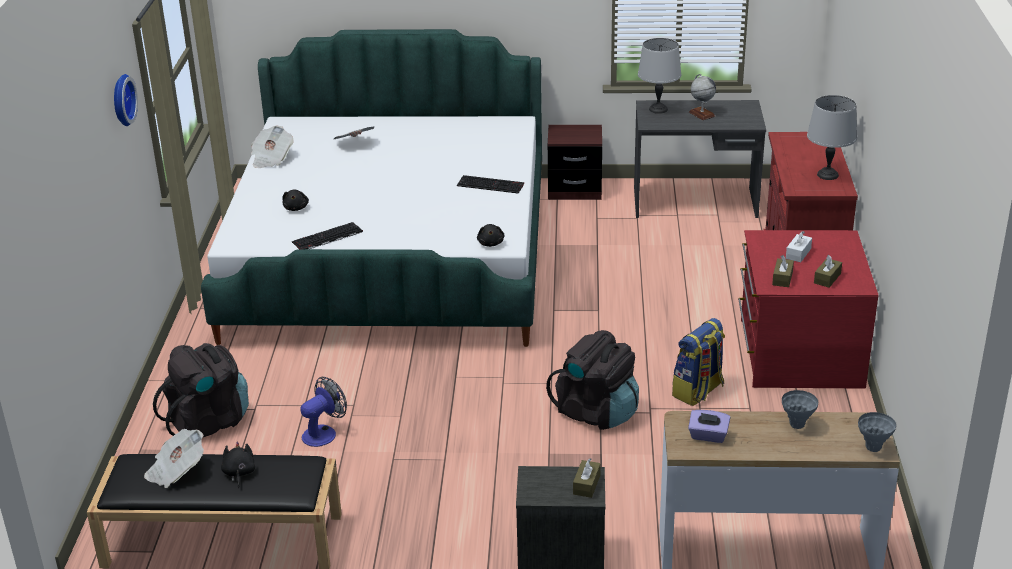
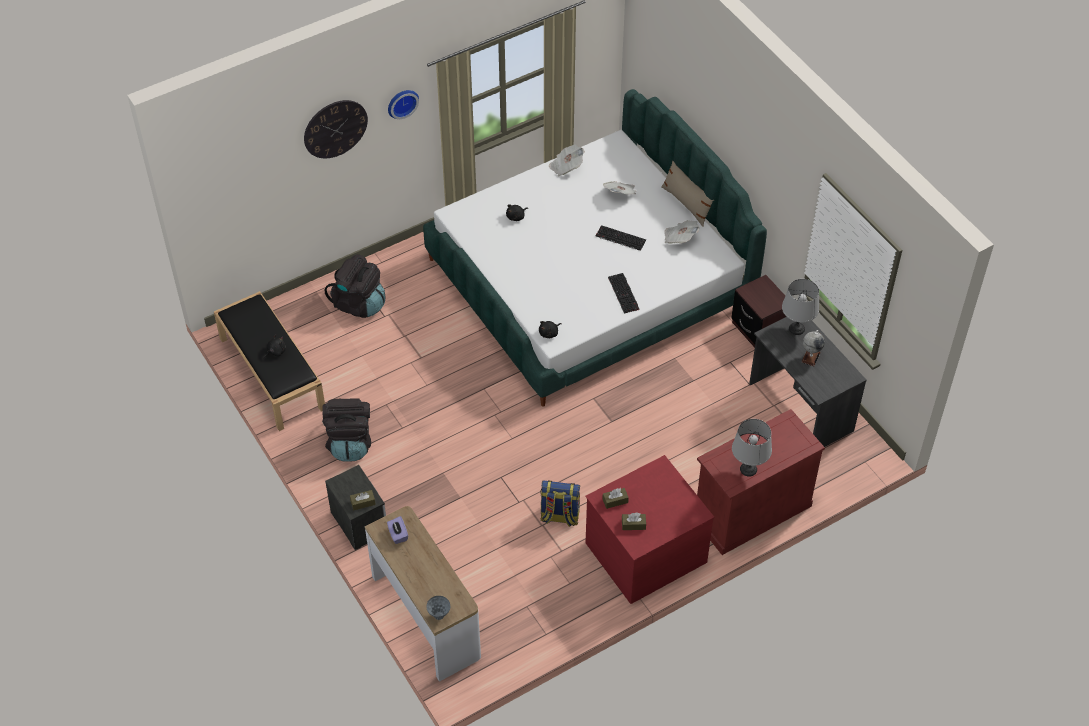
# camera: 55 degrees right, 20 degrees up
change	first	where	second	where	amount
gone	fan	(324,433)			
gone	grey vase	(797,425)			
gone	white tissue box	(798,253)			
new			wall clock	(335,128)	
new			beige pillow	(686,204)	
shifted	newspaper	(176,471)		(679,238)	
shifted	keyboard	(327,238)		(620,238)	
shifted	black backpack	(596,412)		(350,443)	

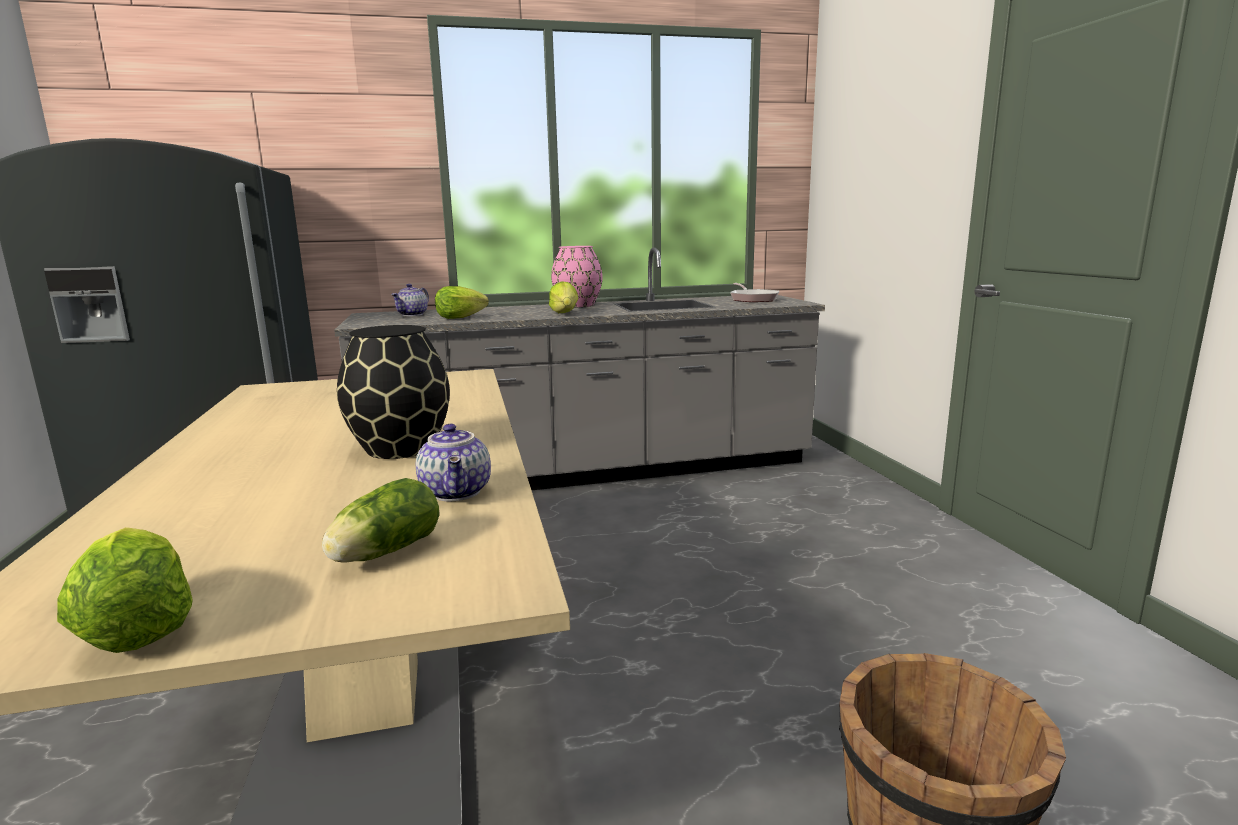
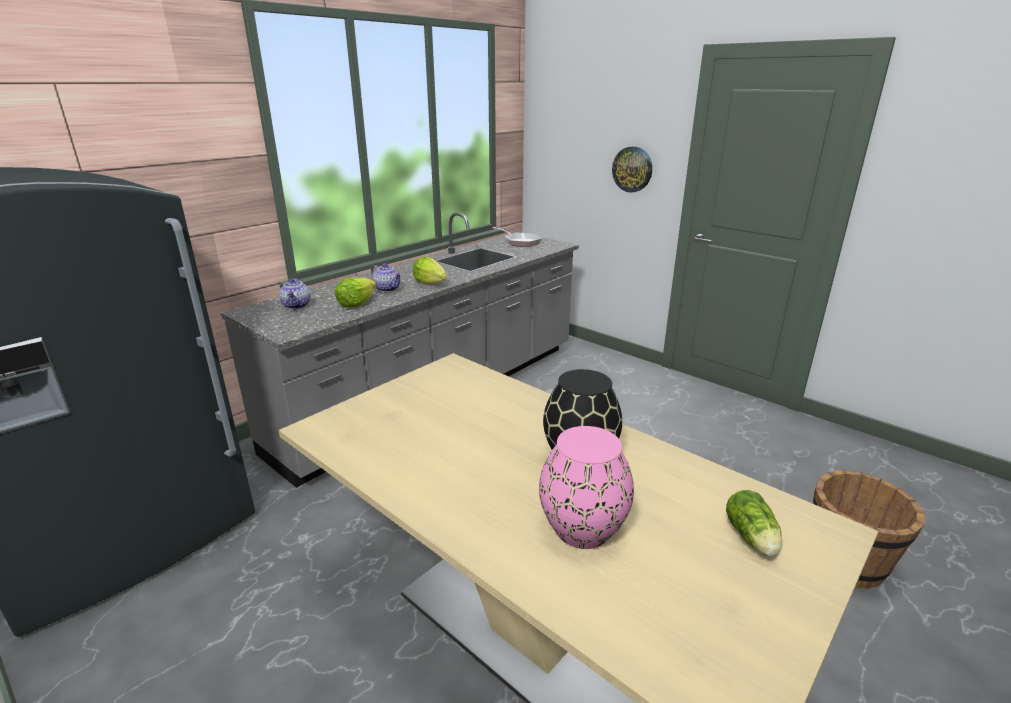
# camera: 35 degrees left, 10 degrees up
change	first	where	second	where	amount
gone	lettuce	(138,629)			
new			wall clock	(632,169)	
shifted	teapot	(458,492)		(388,289)	
shifted	pink vase	(578,305)		(583,528)	

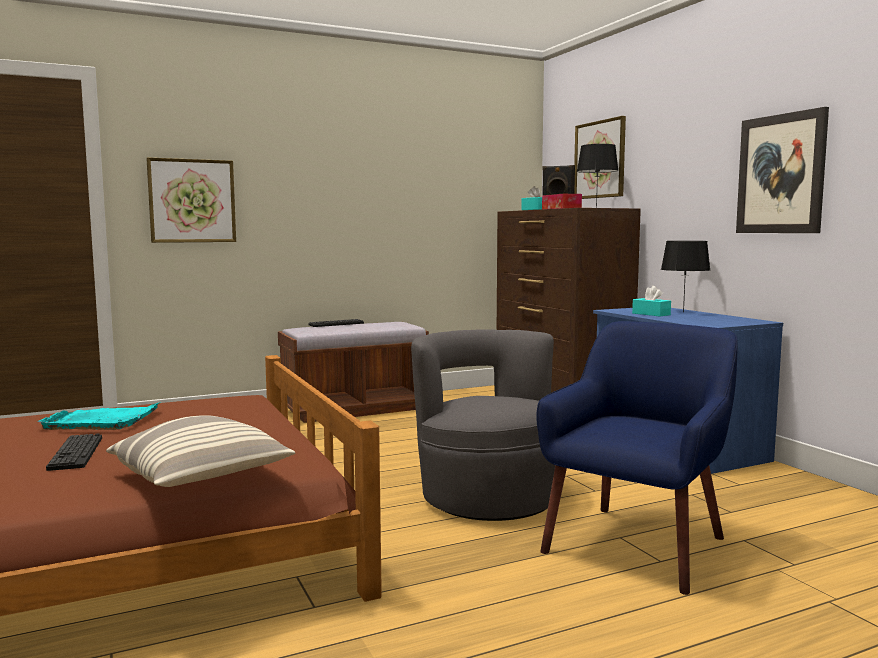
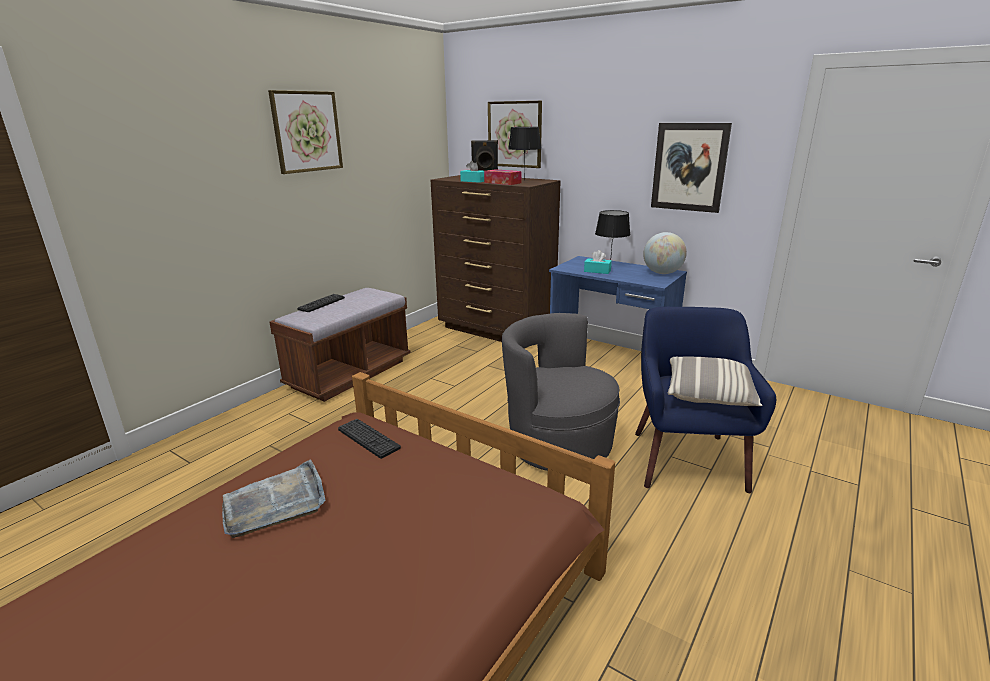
# camera: 30 degrees left, 15 degrees up
change	first	where	second	where	amount
new			globe	(662,273)	
shifted	keyboard	(76,453)		(368,438)	
shifted	pillow	(202,477)		(710,394)	
shifted	picture	(192,201)		(307,131)	
repainted	turquoise tray	(102,421)	grey tray	(275,502)	

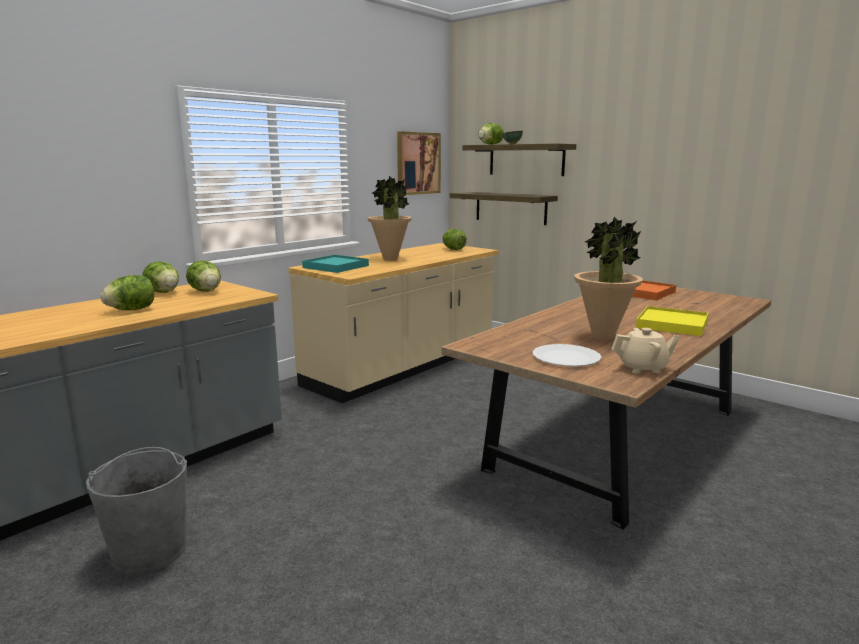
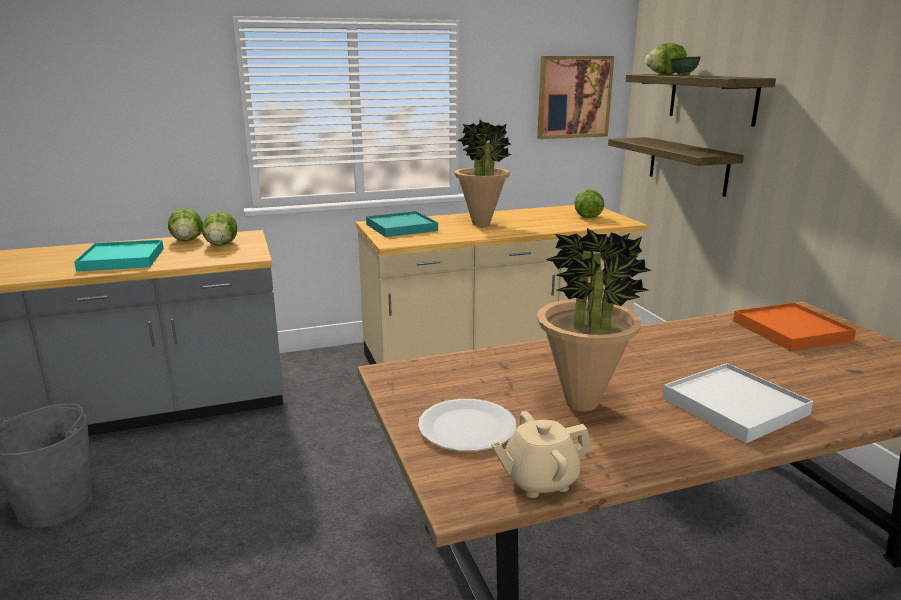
# camera: 30 degrees right, 5 degrees up
change	first	where	second	where	amount
swapped	lettuce	(131,310)	turquoise tray	(122,259)	
repainted	yellow tray	(672,324)	white tray	(734,406)	
rotated	beige teapot	(643,368)		(539,480)	135 degrees clockwise

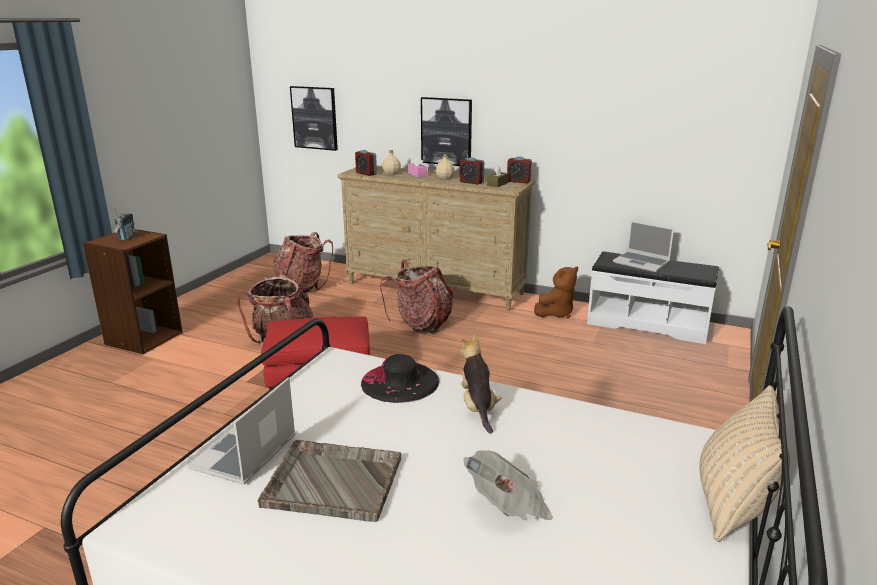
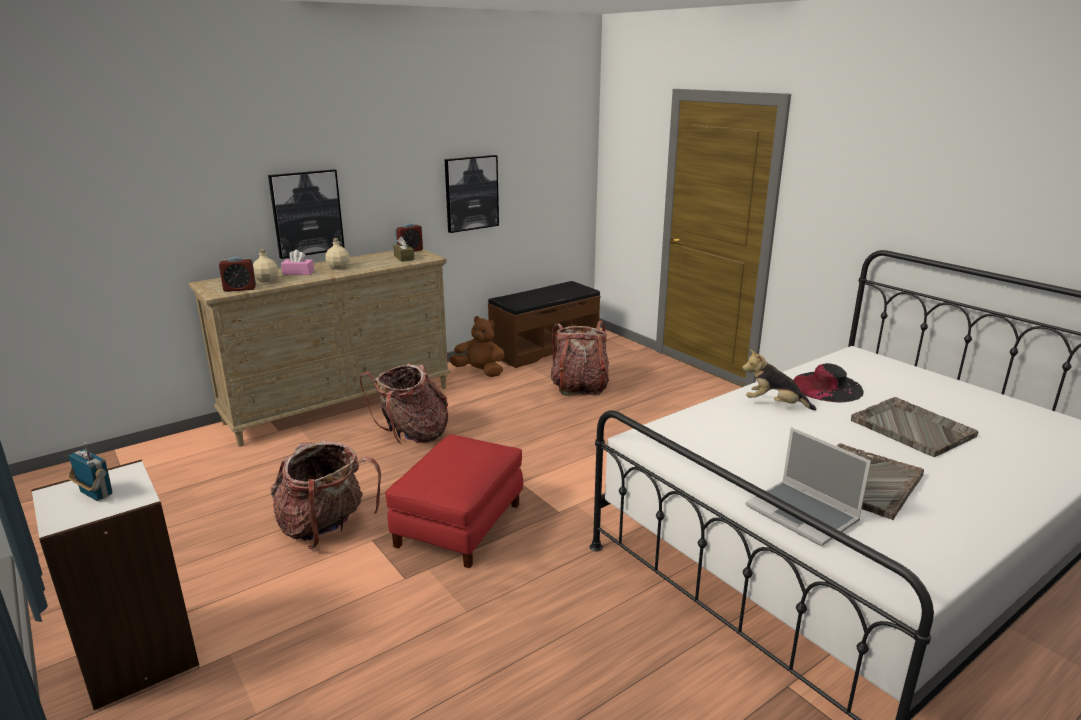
# camera: 60 degrees left, 0 degrees up
change	first	where	second	where	amount
gone	alarm clock	(471,182)			
gone	laptop	(642,263)			
gone	beige pillow	(732,505)			
shifted	backpack	(302,287)		(579,387)	
shifted	picture	(315,118)		(471,193)	
shifted	black hat	(400,382)		(827,387)	
swapped	newspaper	(508,506)	grey tray	(911,428)	
repainted	brown bookcase	(143,338)	white bookcase	(137,657)	
repainted	white bench	(647,323)	brown bench	(544,348)	
rotated	brown plush toy	(556,313)		(480,372)	60 degrees counterclockwise

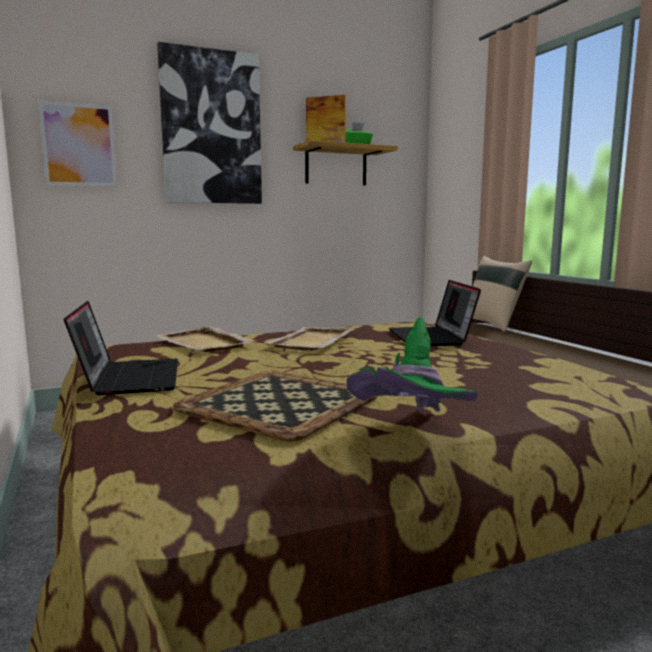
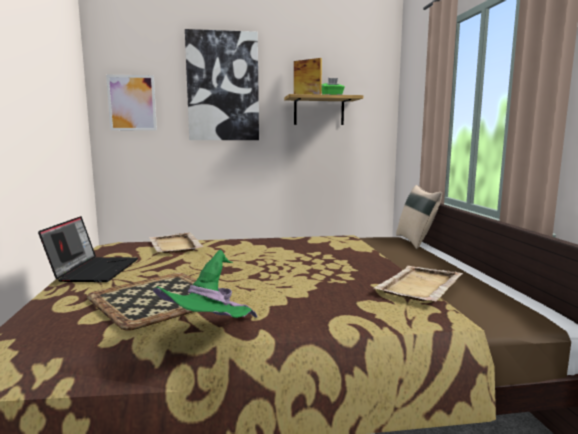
# camera: 15 degrees right, 0 degrees up
change	first	where	second	where	amount
gone	laptop	(432,338)			
shifted	beige tray	(311,341)		(419,286)	

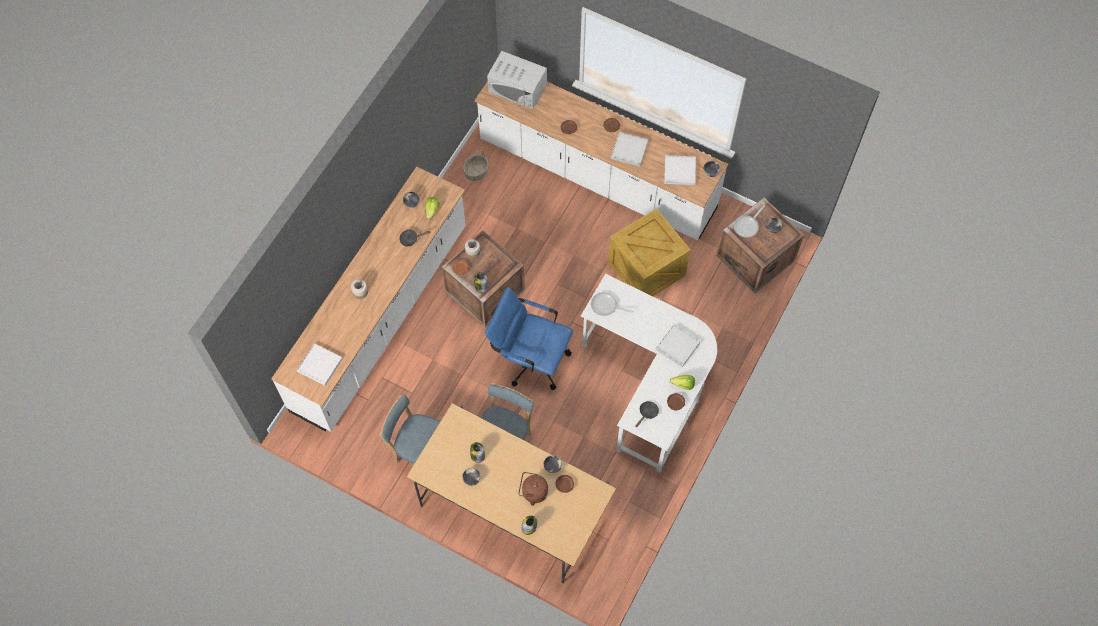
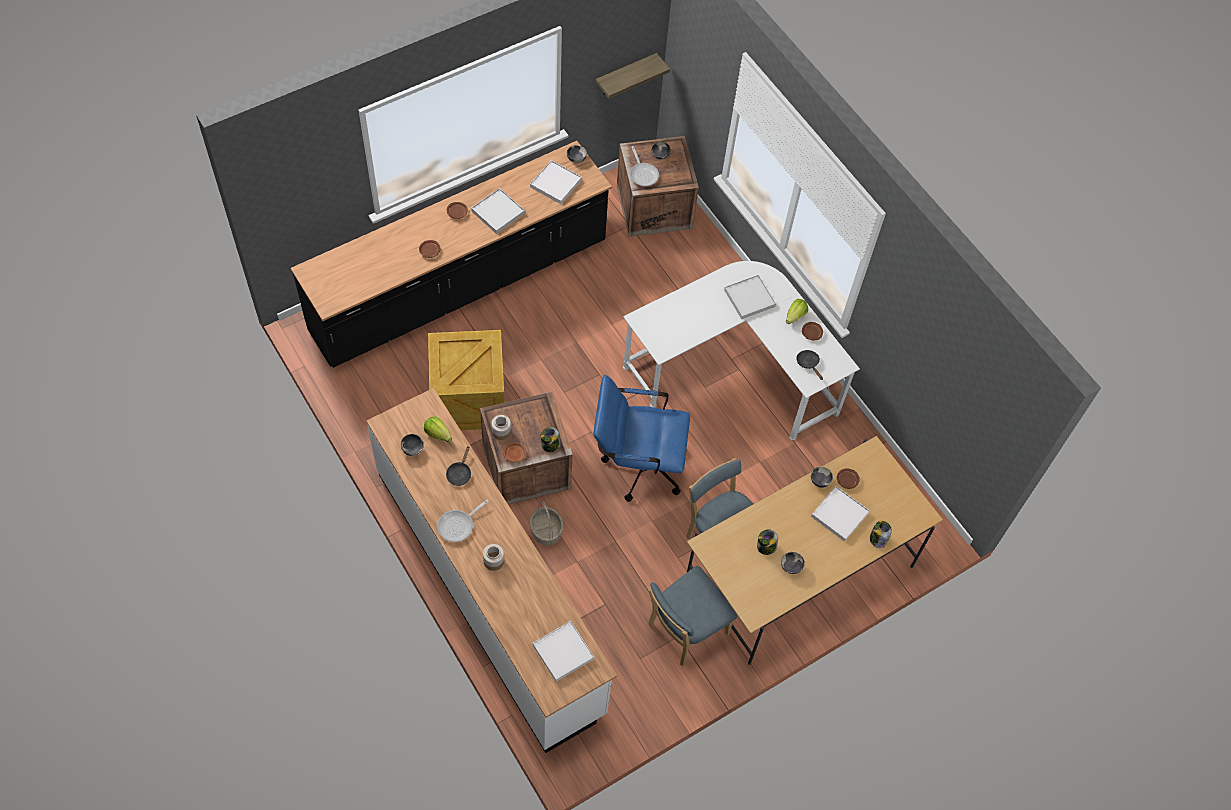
# camera: 65 degrees left, 5 degrees down
change	first	where	second	where	amount
gone	white microwave	(517,88)			
new			shelf	(625,75)	
shifted	basket	(476,172)		(545,531)	
shifted	frying pan	(606,306)		(458,525)	
shifted	crate	(645,269)		(467,400)	
swapped	brown kettle	(533,492)	white tray	(839,515)	
repainted	white counter	(597,176)	black counter	(460,288)	
rotated	blue office chair	(530,358)		(637,464)	45 degrees clockwise

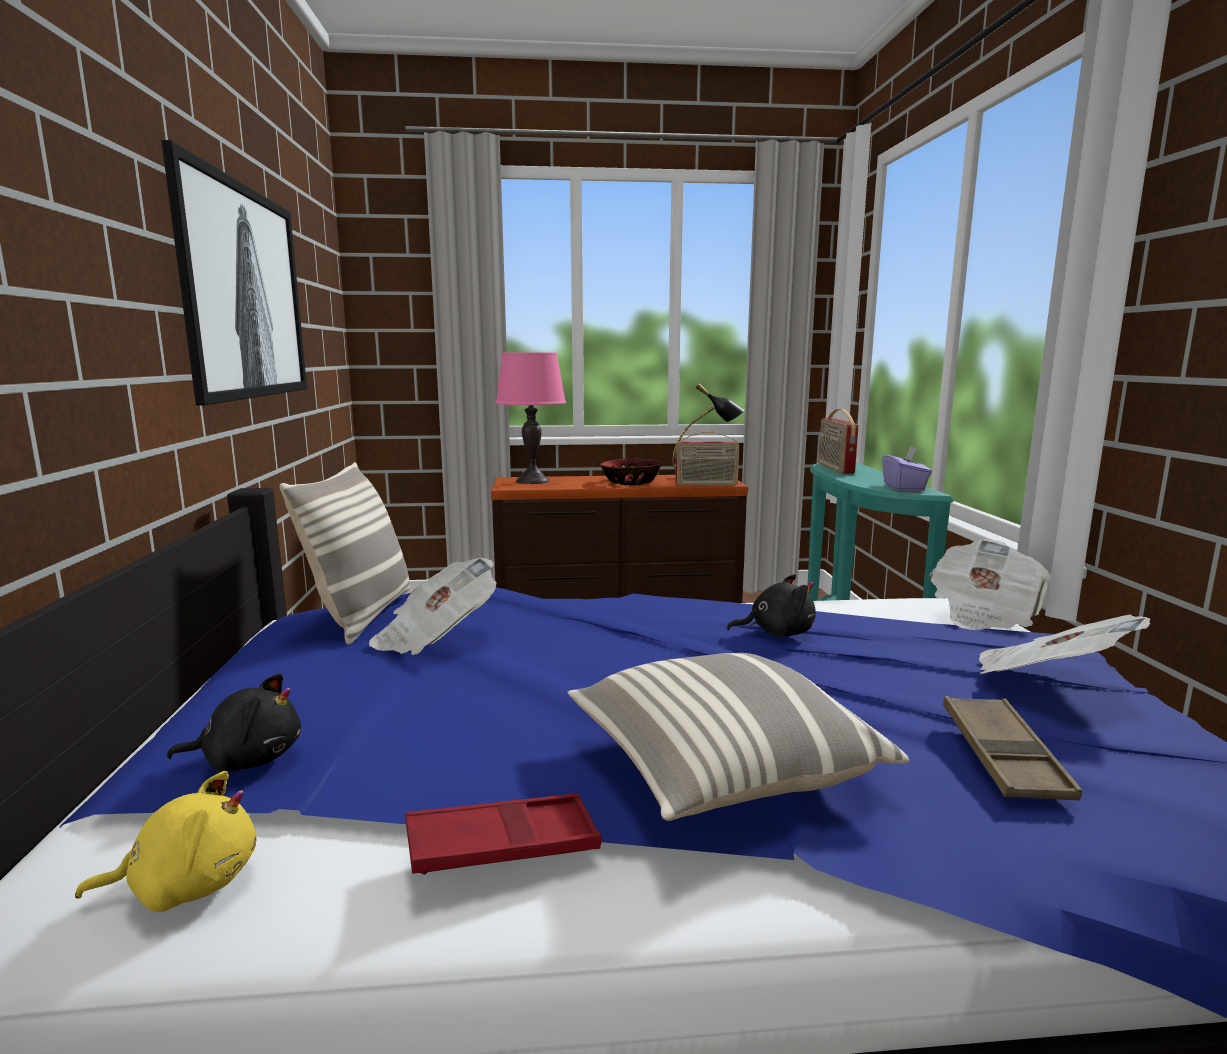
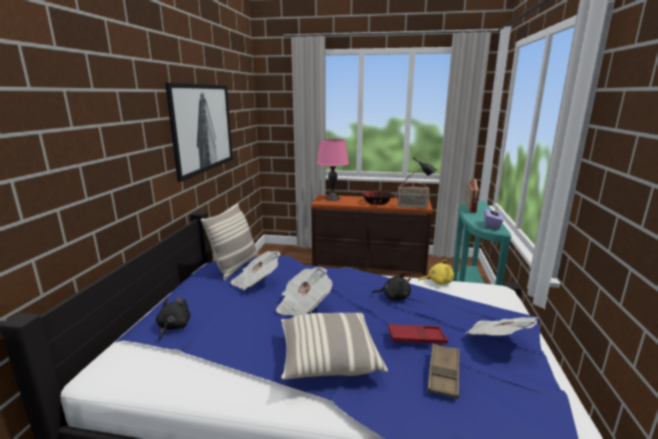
# camera: 15 degrees right, 5 degrees up
change	first	where	second	where	amount
shifted	yellow plush toy	(187,885)		(438,282)	
shifted	red tray	(503,845)		(416,338)	
shifted	newspaper	(982,614)		(303,305)	
rotated	black plush toy	(248,759)		(173,327)	90 degrees counterclockwise

